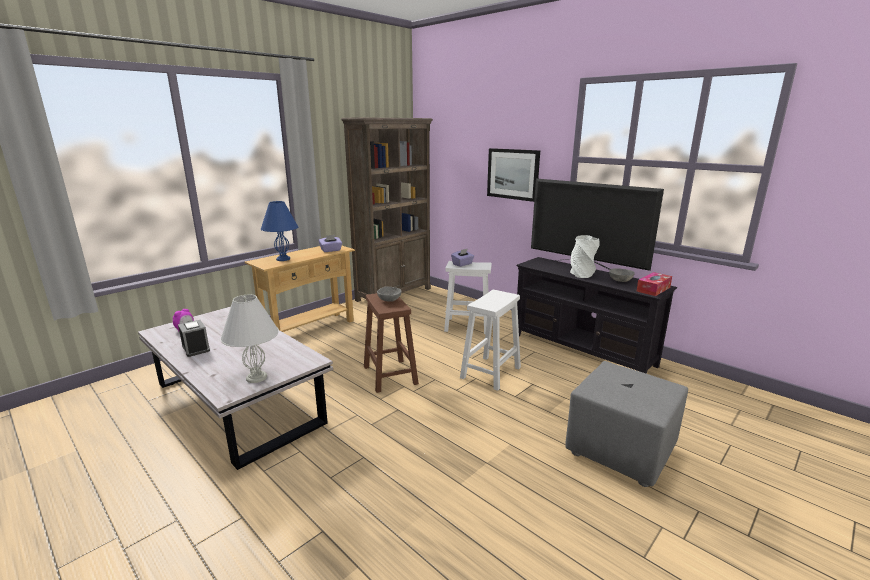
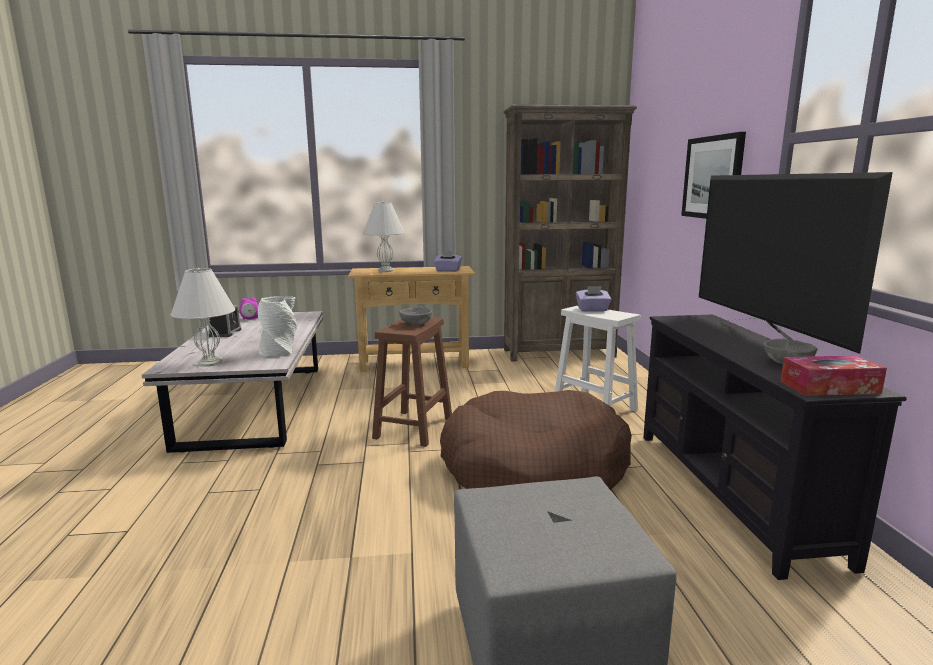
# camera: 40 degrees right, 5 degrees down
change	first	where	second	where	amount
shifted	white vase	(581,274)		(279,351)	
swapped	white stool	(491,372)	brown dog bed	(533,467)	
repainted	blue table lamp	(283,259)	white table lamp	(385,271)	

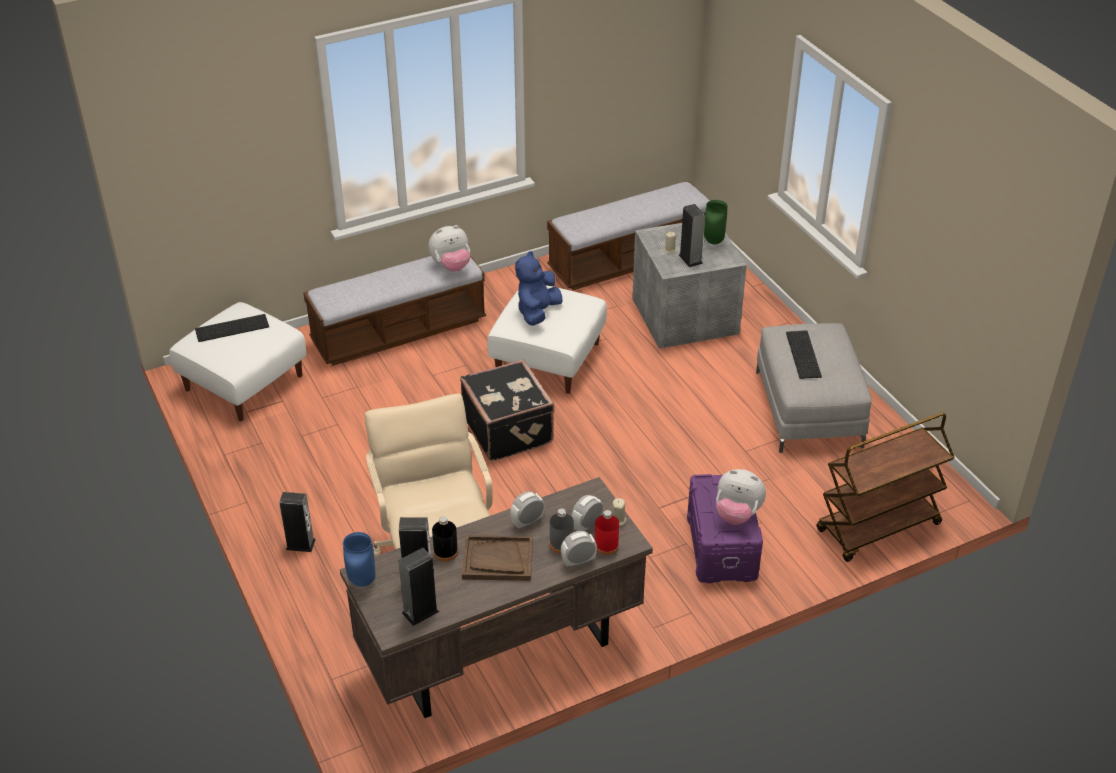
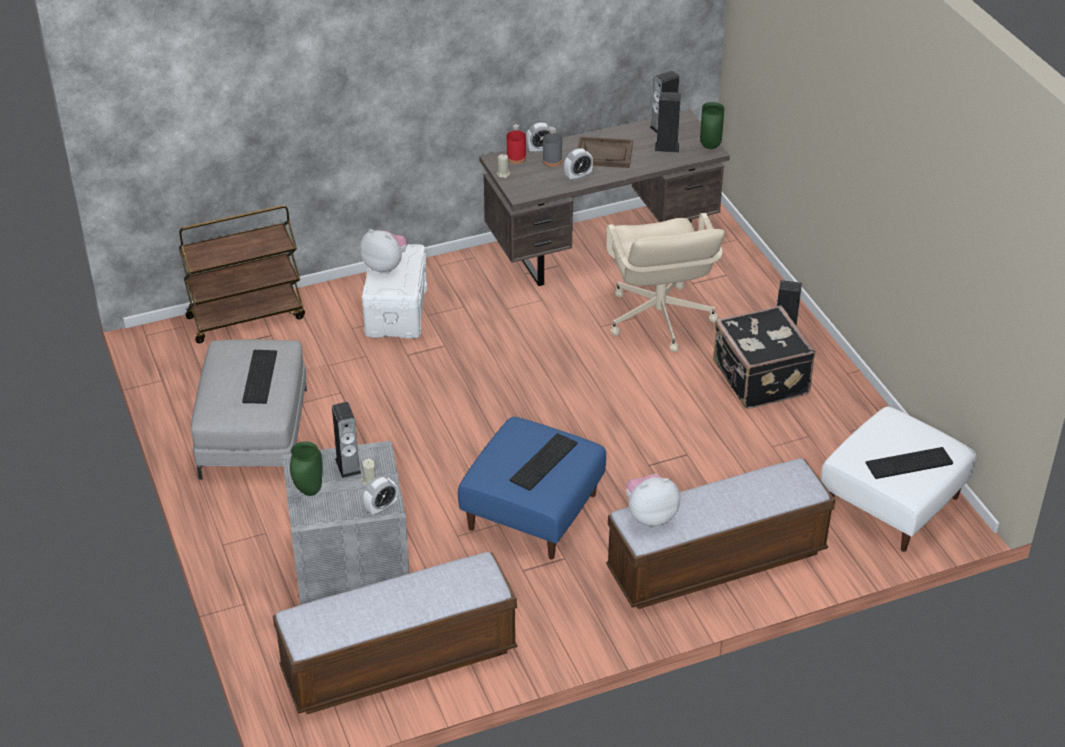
# camera: 175 degrees left, 0 degrees up
change	first	where	second	where	amount
gone	black bottle	(445,552)			
shifted	black suitcase	(509,429)		(759,379)	
shifted	alarm clock	(587,526)		(381,508)	
swapped	blue plush toy	(537,312)	keyboard	(544,463)	
repainted	blue vase	(363,582)	green vase	(709,146)	
repainted	white ottoman	(547,358)	blue ottoman	(533,512)	
repainted	purple storage box	(722,546)	white storage box	(395,310)	

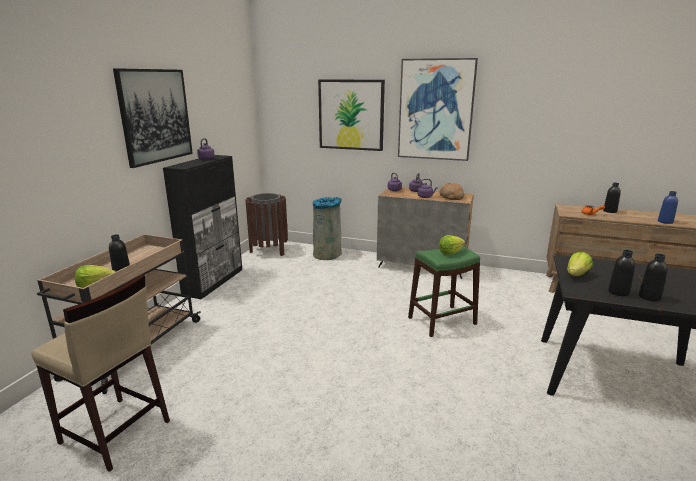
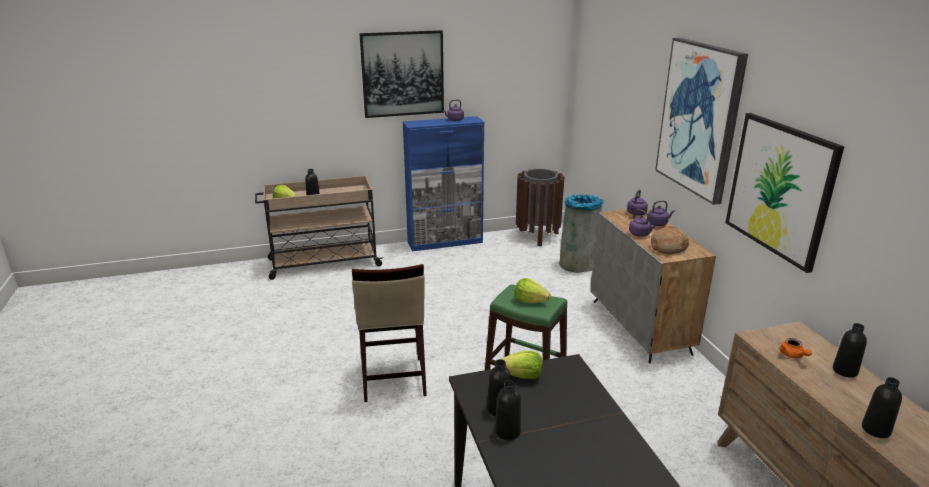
# camera: 55 degrees right, 5 degrees up
change	first	where	second	where	amount
shifted	beige stool	(115,433)		(392,379)	
shifted	picture	(351,115)		(780,189)	
repainted	black cabinet	(214,281)	blue cabinet	(445,242)	
repainted	blue bottle	(665,222)	black bottle	(876,429)	

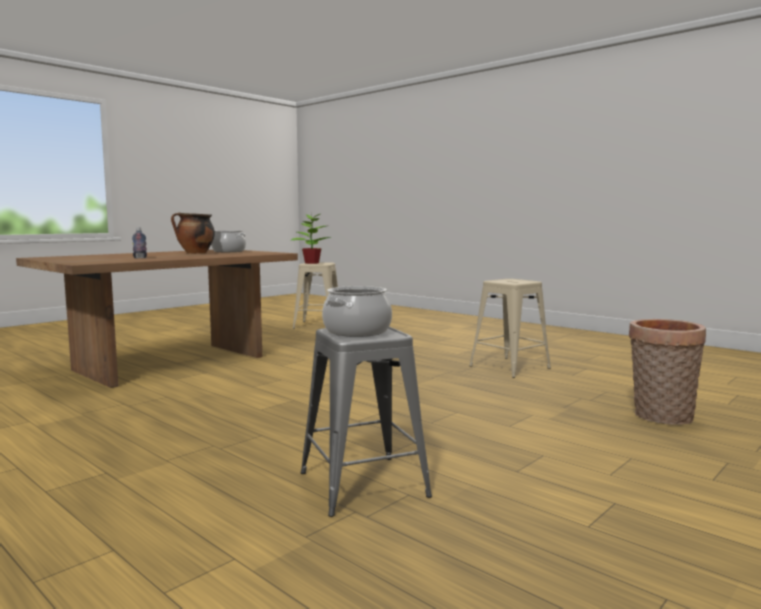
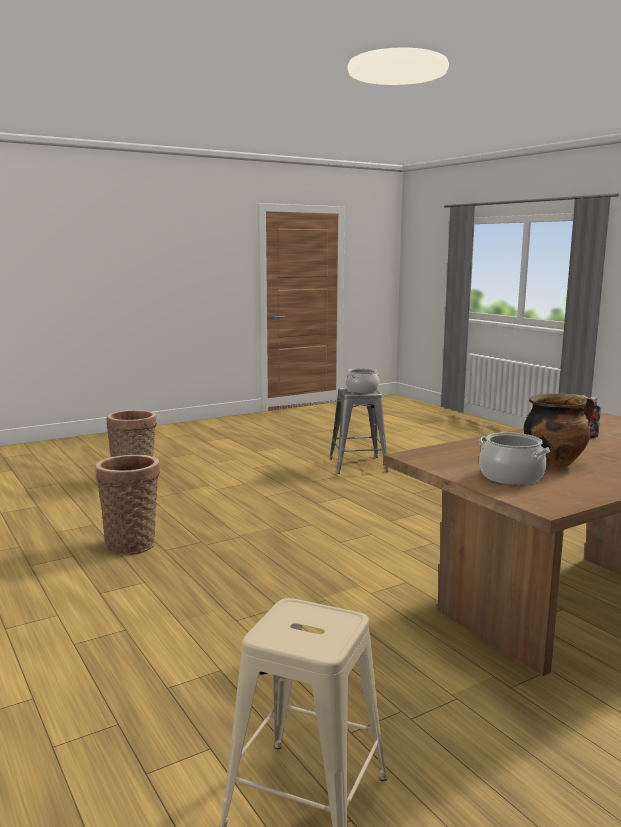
# camera: 165 degrees left, 5 degrees up
change	first	where	second	where	amount
gone	potted plant	(311,263)			
swapped	beige stool	(509,367)	basket	(132,544)	

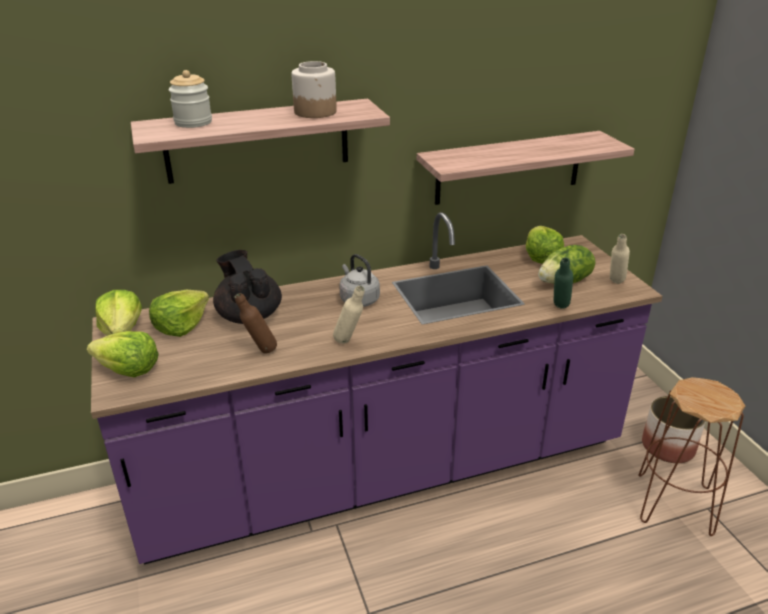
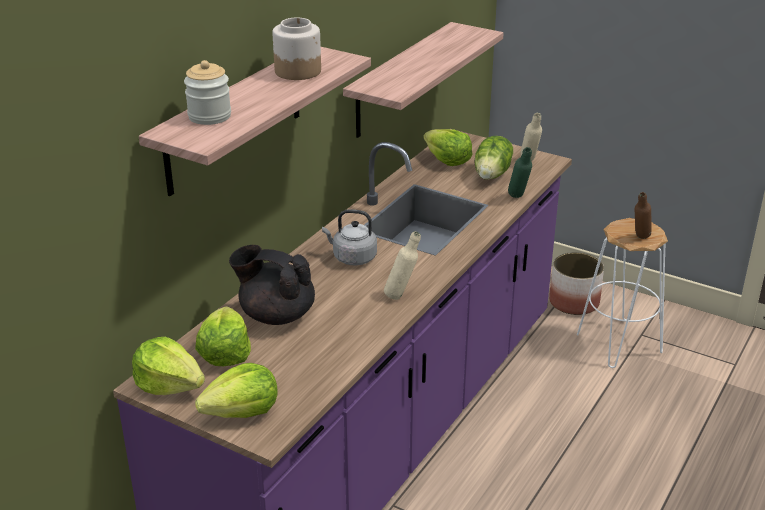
# camera: 40 degrees left, 0 degrees up
change	first	where	second	where	amount
shifted	brown bottle	(260,351)		(639,239)	
repainted	brown stool	(673,504)	white stool	(618,343)	

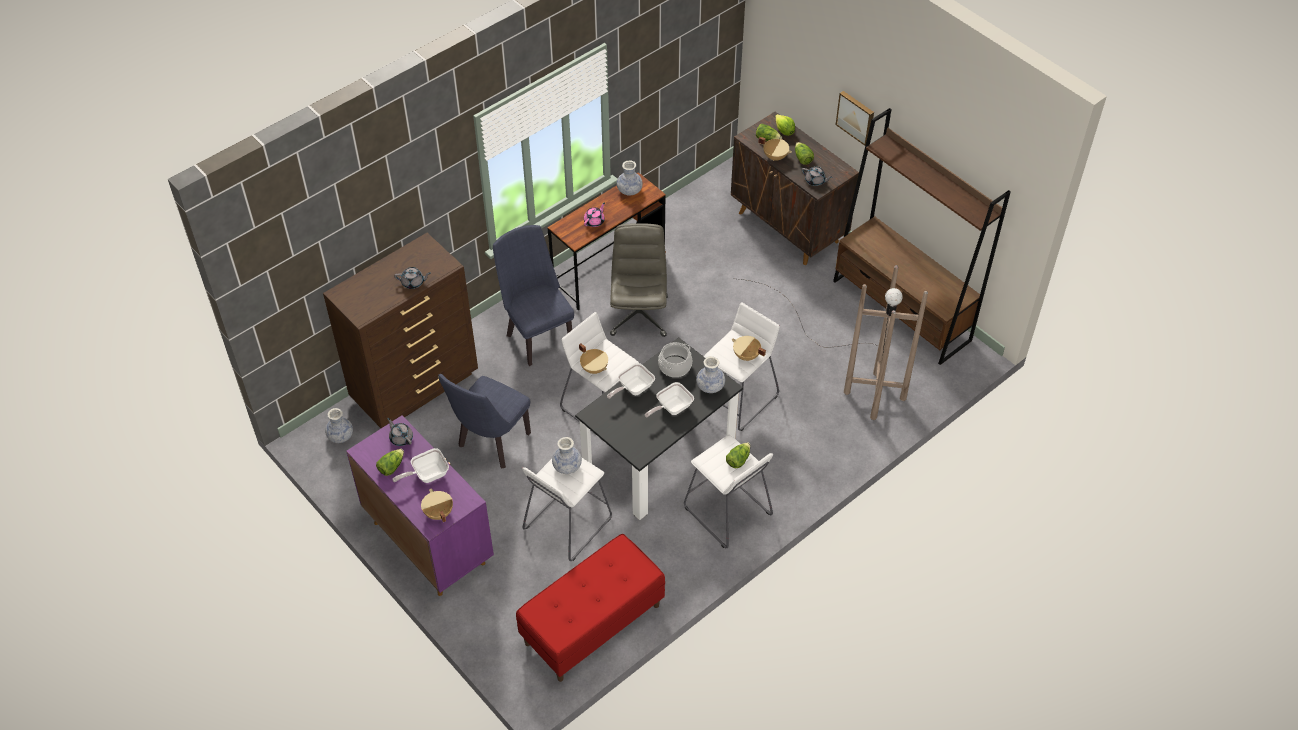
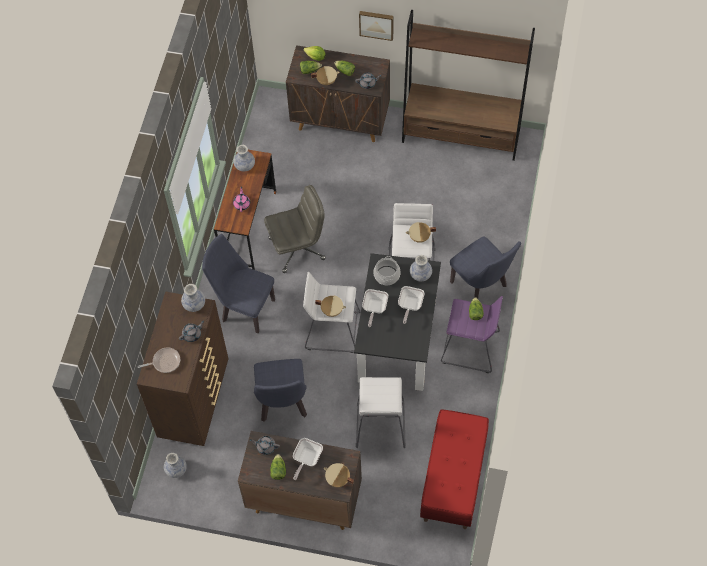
# camera: 35 degrees left, 10 degrees up
change	first	where	second	where	amount
gone	brown floor lamp	(847,362)			
new			frying pan	(164,362)	
new			blue chair	(481,287)	
shifted	vase	(567,466)		(194,304)	
repainted	purple cabinet	(428,542)	brown cabinet	(303,500)	
repainted	white stool	(727,512)	purple stool	(470,347)	
rotated	grey office chair	(638,315)		(297,248)	105 degrees clockwise

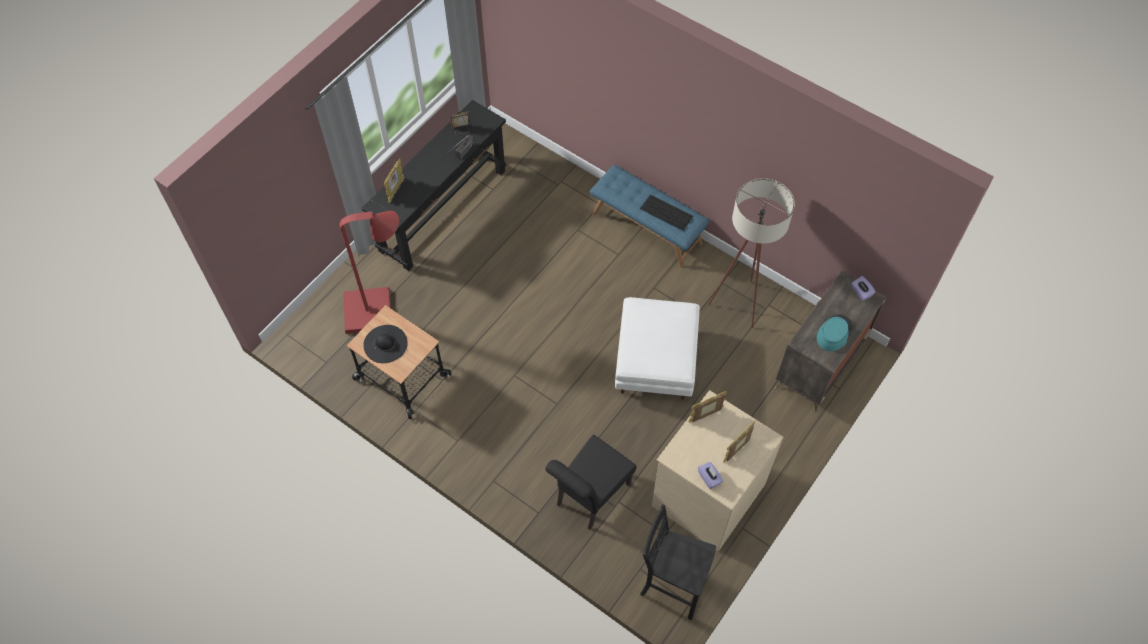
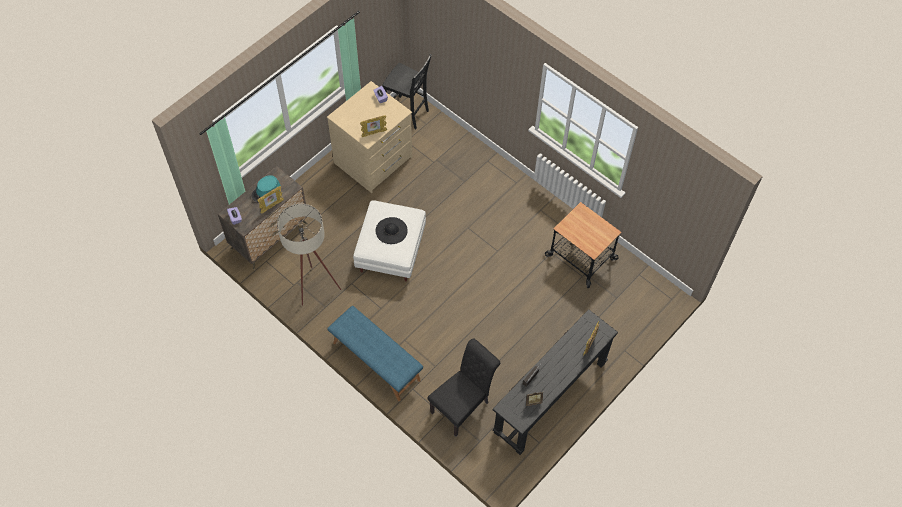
# camera: 175 degrees left, 0 degrees up
change	first	where	second	where	amount
gone	red floor lamp	(377,310)			
gone	keyboard	(667,212)			
shifted	black hat	(385,344)		(391,230)	
shifted	black chair	(589,497)		(463,405)	
shifted	picture frame	(737,450)		(272,206)	

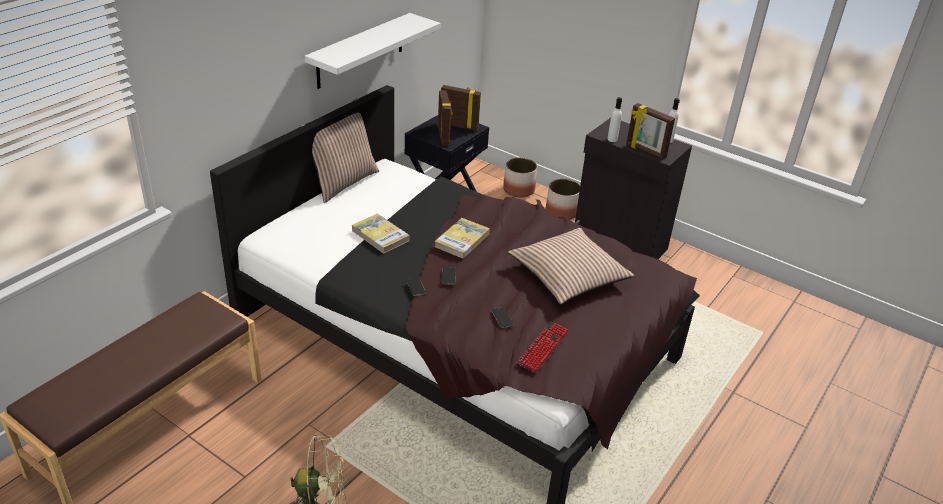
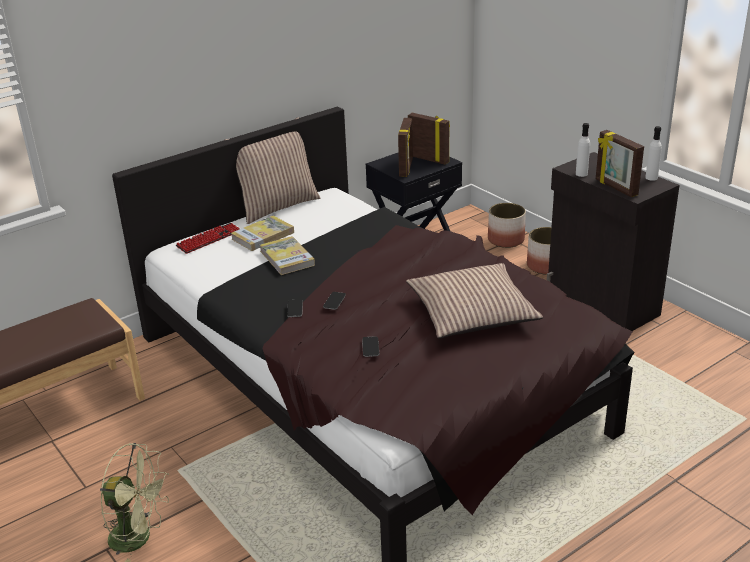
# camera: 20 degrees right, 5 degrees down
change	first	where	second	where	amount
gone	white shelf	(360,51)			
shifted	book	(462,240)		(263,236)	
shifted	keyboard	(543,348)		(209,239)	

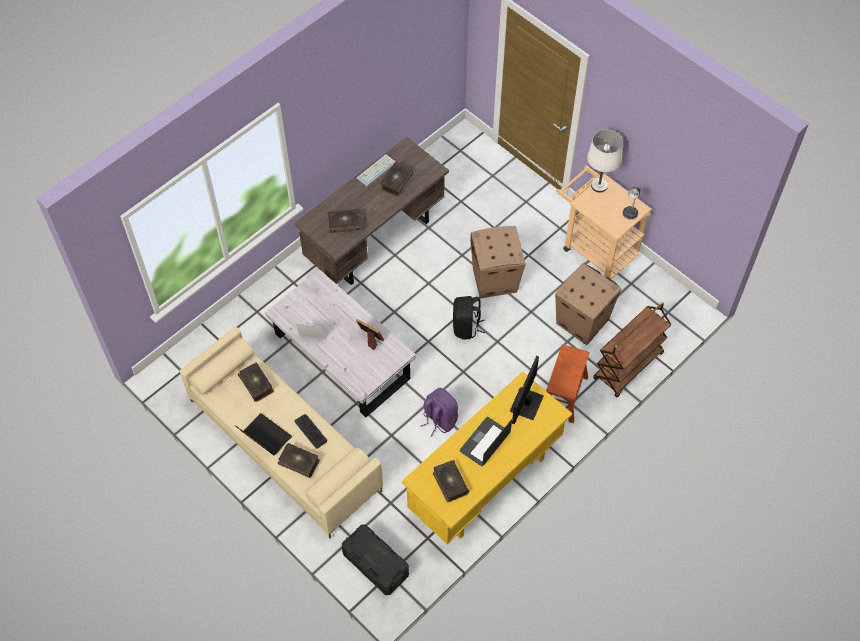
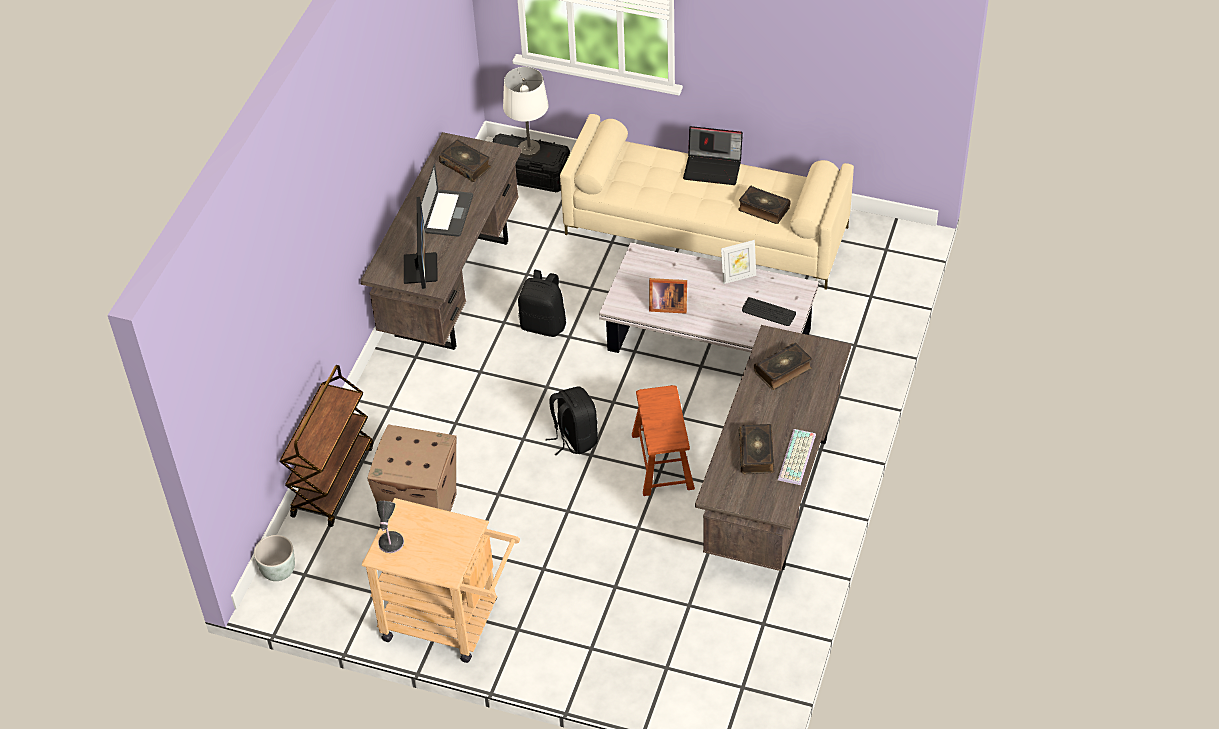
# camera: 155 degrees right, 10 degrees down
change	first	where	second	where	amount
gone	book	(299,462)			
gone	cardboard box	(495,280)			
new			grey planter	(278,570)	
shifted	keyboard	(311,431)		(768,312)	
shifted	brown stool	(563,394)		(662,461)	
shifted	white table lamp	(599,186)		(529,149)	
repainted	yellow desk	(485,483)	brown desk	(452,286)	
repainted	purple backpack	(439,420)	black backpack	(544,325)	

